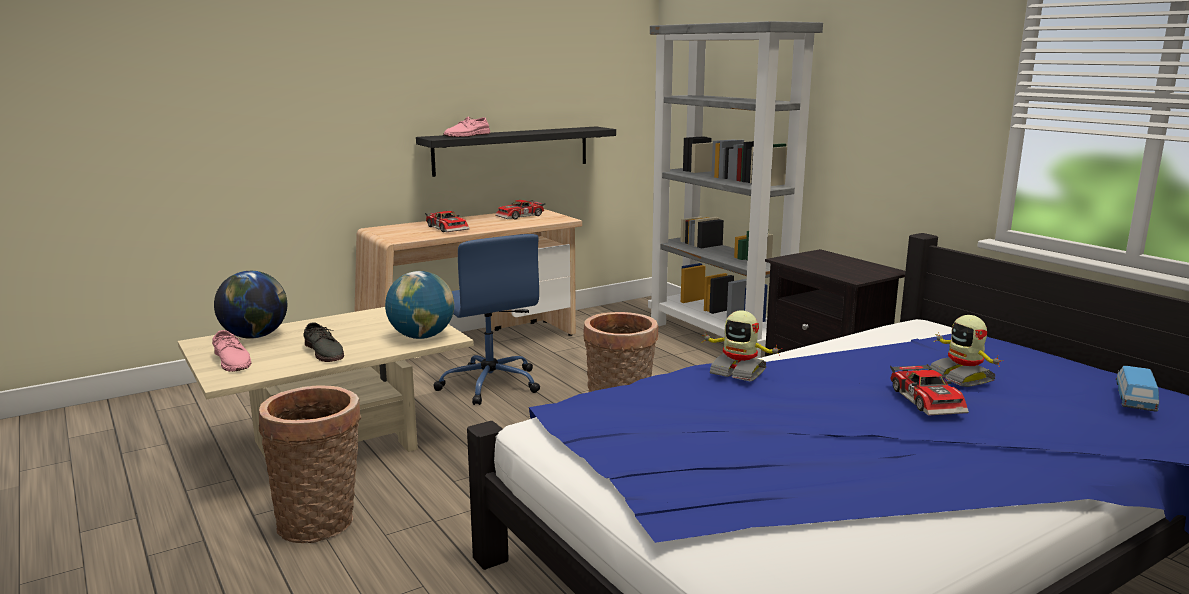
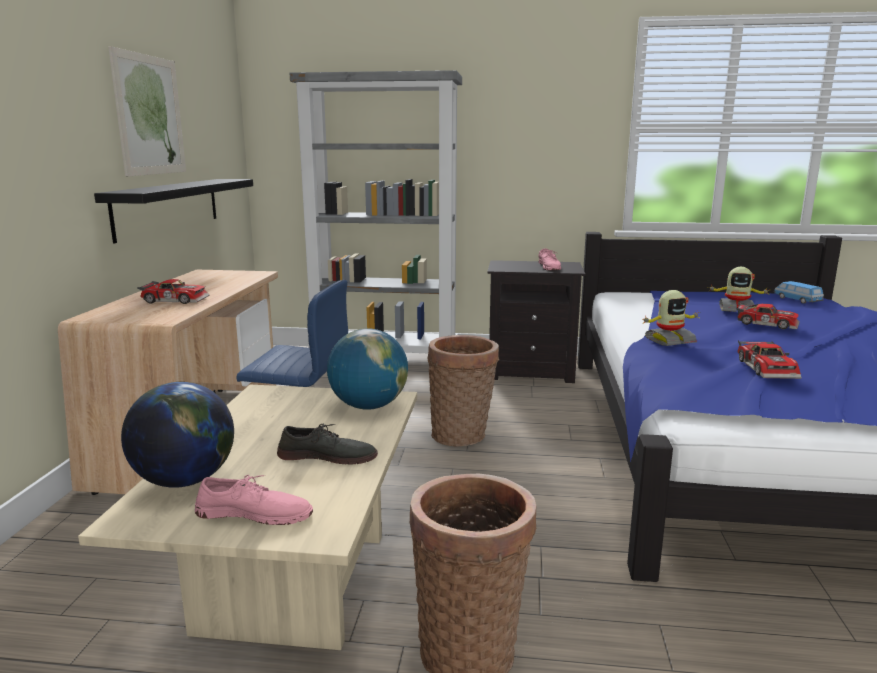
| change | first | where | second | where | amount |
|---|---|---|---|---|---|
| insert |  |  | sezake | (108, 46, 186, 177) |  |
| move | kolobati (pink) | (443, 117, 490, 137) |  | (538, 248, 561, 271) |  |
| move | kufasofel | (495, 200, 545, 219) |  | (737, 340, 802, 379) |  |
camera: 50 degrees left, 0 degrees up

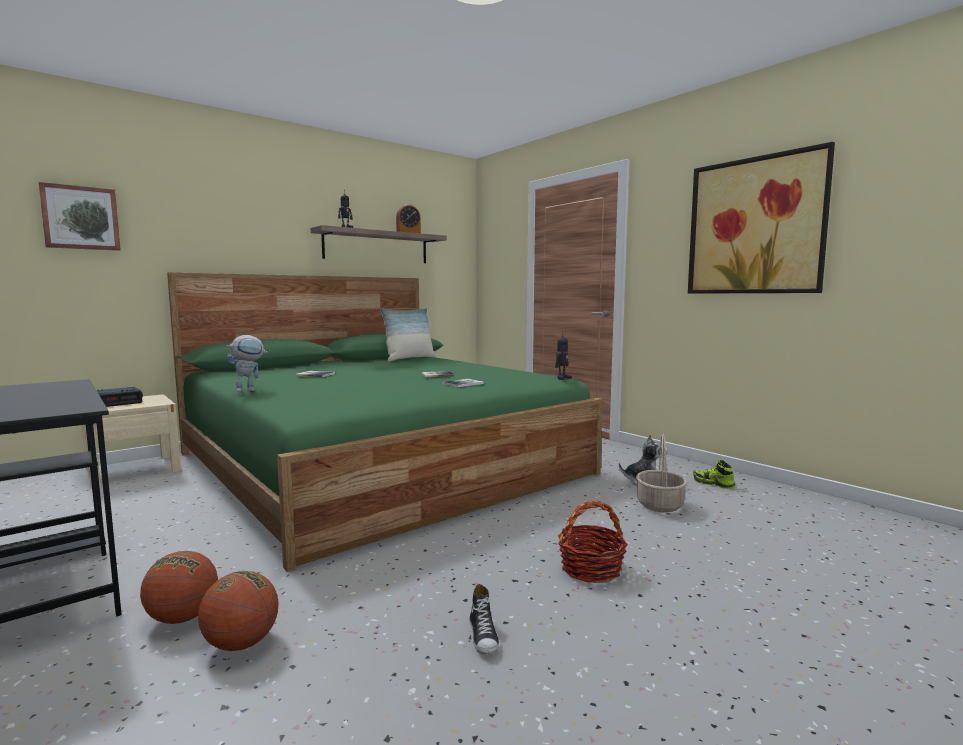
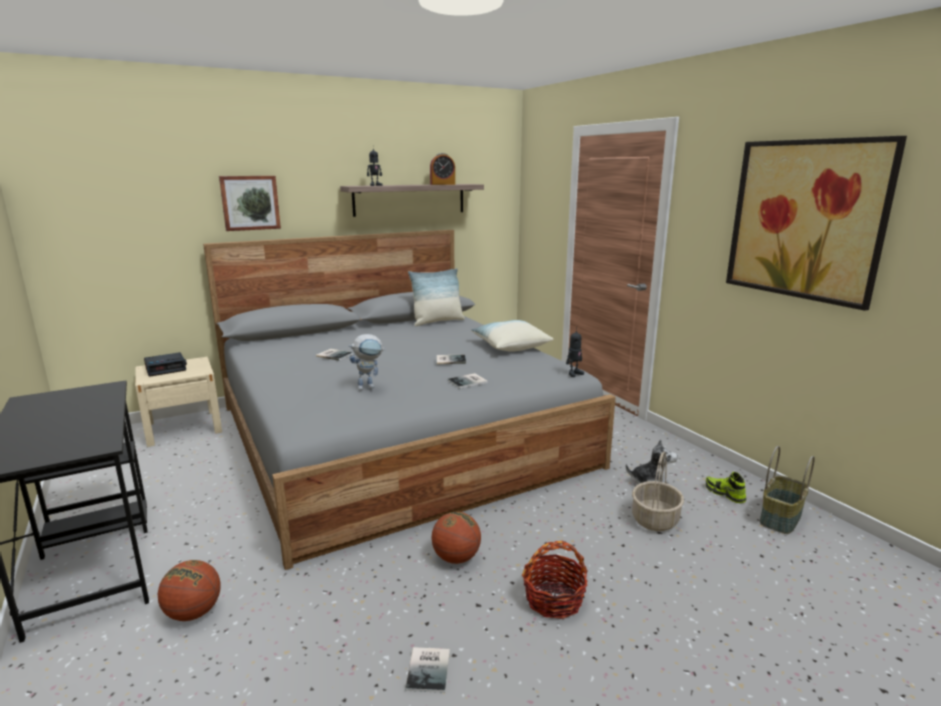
| change | first | where | second | where | amount |
|---|---|---|---|---|---|
| insert |  |  | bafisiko | (470, 320, 553, 352) |  |
| insert |  |  | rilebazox | (760, 446, 815, 534) |  |
| move | sezake | (39, 182, 121, 251) |  | (219, 176, 281, 231) |  |
| move | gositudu | (198, 571, 279, 651) |  | (432, 512, 481, 564) |  |
| move | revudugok | (226, 335, 268, 392) |  | (349, 334, 386, 390) |  |
| replace | kolobati | (469, 584, 499, 655) | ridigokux | (405, 647, 450, 693) |  |
| recolor | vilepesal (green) | (167, 272, 603, 572) | vilepesal (grey) | (203, 230, 616, 570) |  |
camera: 10 degrees right, 10 degrees up

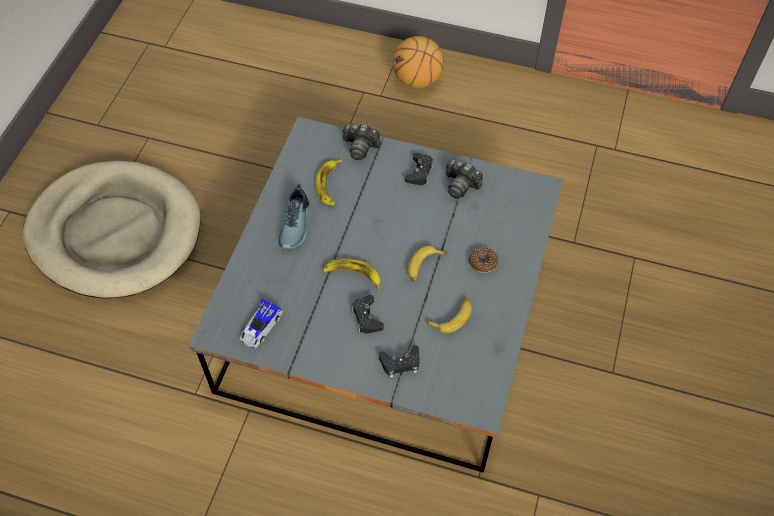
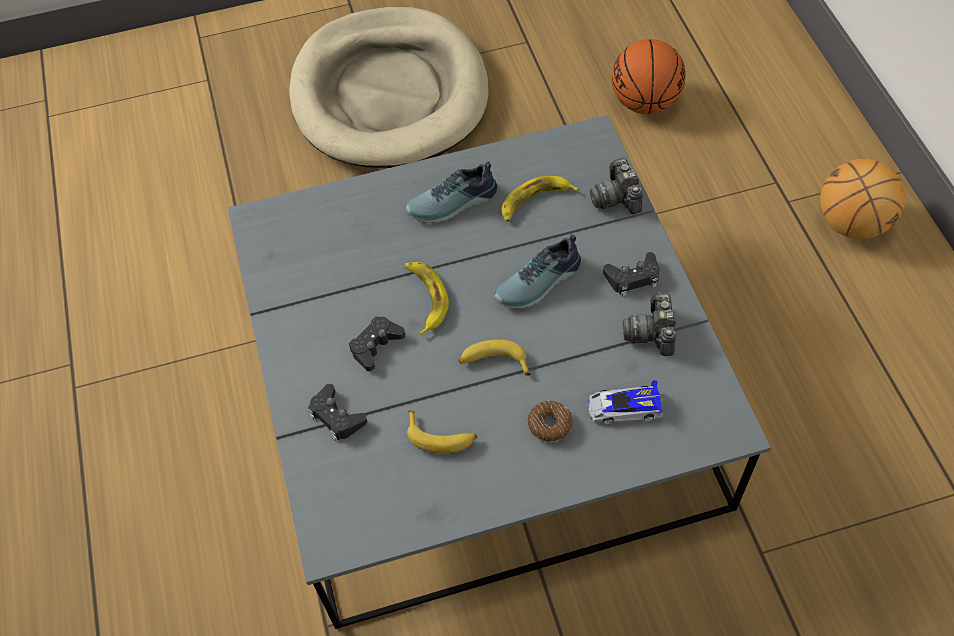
| change | first | where | second | where | amount |
|---|---|---|---|---|---|
| insert |  |  | kolobati | (494, 234, 581, 309) |  |
| insert |  |  | gositudu | (612, 39, 686, 114) |  |
| move | kufasofel | (240, 299, 283, 348) |  | (588, 380, 663, 425) |  |
camera: 60 degrees right, 0 degrees up

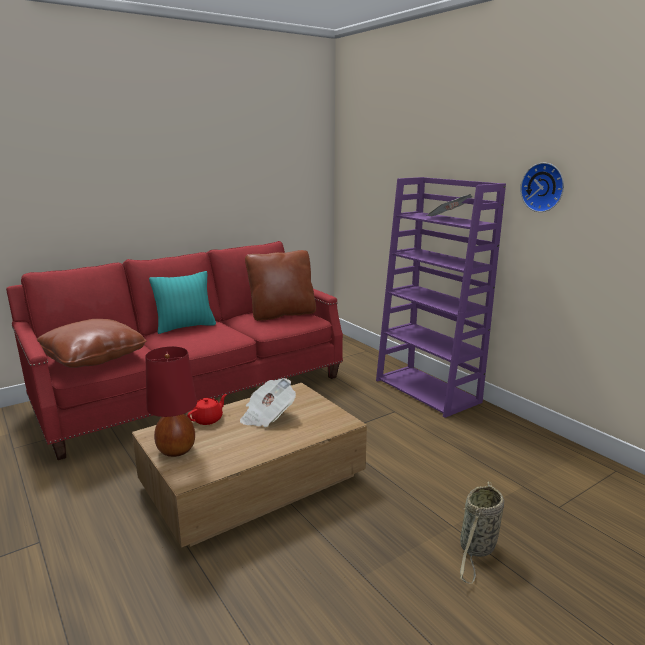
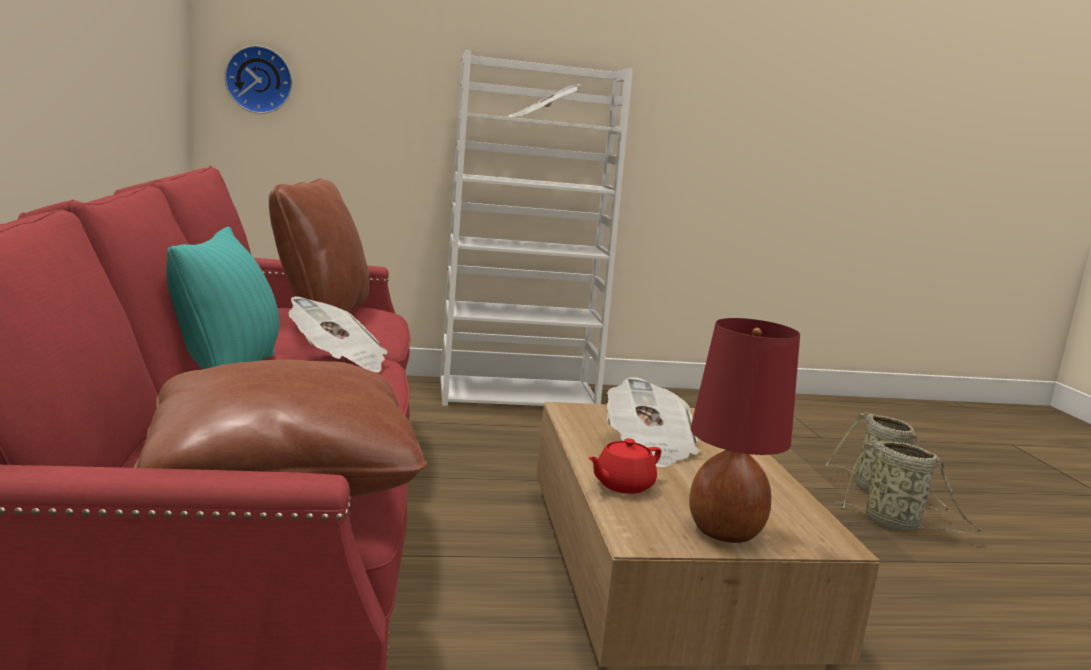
| change | first | where | second | where | amount |
|---|---|---|---|---|---|
| insert |  |  | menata | (288, 297, 388, 373) |  |
| insert |  |  | rilebazox | (835, 441, 983, 533) |  |
| move | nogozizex | (520, 163, 564, 212) |  | (224, 46, 292, 114) |  |
| recolor | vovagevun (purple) | (376, 177, 506, 418) | vovagevun (white) | (440, 50, 633, 406) |  |
| rotate | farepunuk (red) | (187, 394, 227, 425) |  | (588, 438, 661, 494) | 105 degrees counterclockwise |
camera: 65 degrees left, 5 degrees down

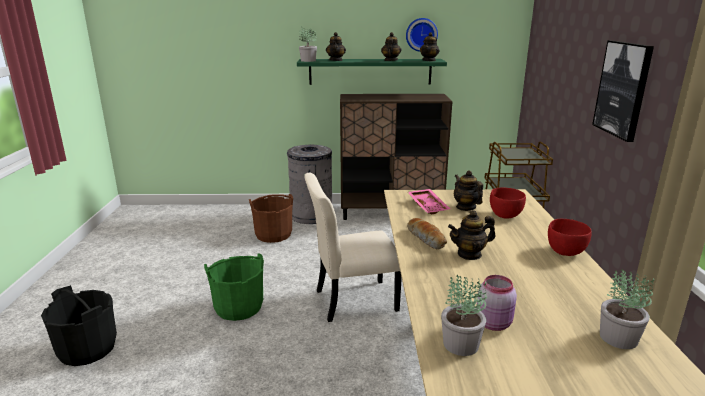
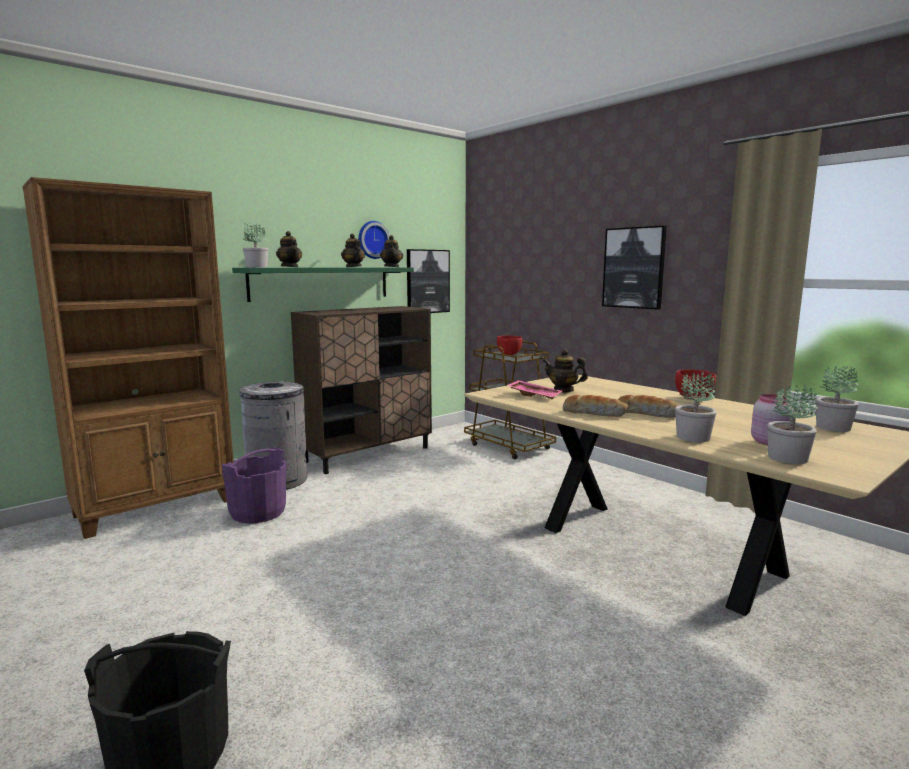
| change | first | where | second | where | amount |
|---|---|---|---|---|---|
| delete | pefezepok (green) | (204, 253, 264, 321) |  |  |  |
| delete | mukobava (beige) | (304, 173, 402, 322) |  |  |  |
| insert |  |  | vovagevun (brown) | (22, 177, 234, 539) |  |
| insert |  |  | sezake | (407, 249, 450, 313) |  |
| insert |  |  | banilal | (675, 372, 717, 442) |  |
| move | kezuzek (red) | (490, 188, 526, 219) |  | (497, 335, 522, 355) |  |
| replace | farepunuk | (448, 210, 495, 260) | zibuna | (618, 395, 679, 418) |  |
| recolor | pefezepok (brown) | (249, 194, 293, 243) | pefezepok (purple) | (221, 447, 286, 523) |  |
camera: 40 degrees left, 10 degrees down

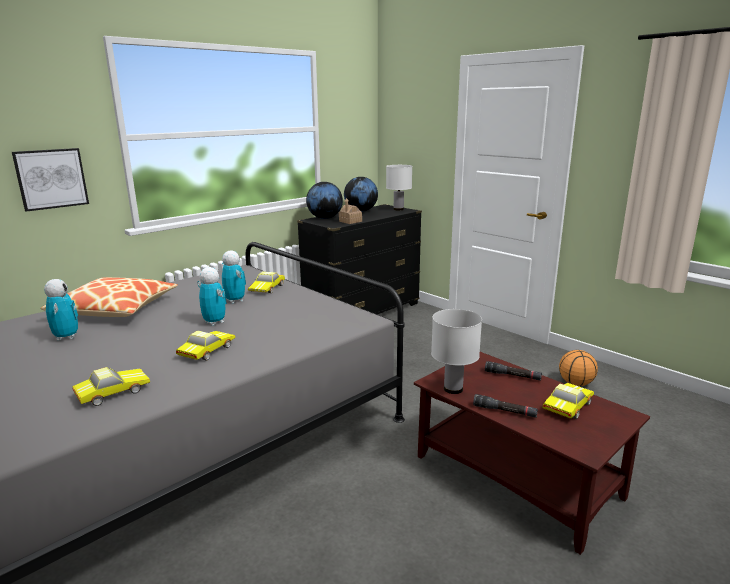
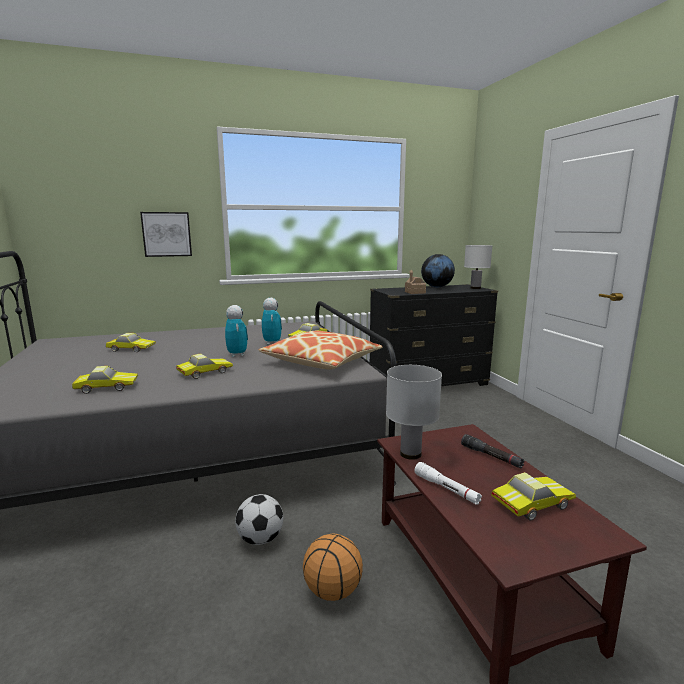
| change | first | where | second | where | amount |
|---|---|---|---|---|---|
| delete | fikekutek | (306, 182, 343, 219) |  |  |  |
| insert |  |  | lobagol | (235, 494, 283, 545) |  |
| move | bafisiko | (41, 277, 178, 317) |  | (258, 331, 383, 370) |  |
| move | gositudu | (559, 350, 598, 386) |  | (303, 534, 363, 601) |  |
| replace | revudugok | (44, 279, 78, 341) | kufasofel | (106, 333, 156, 352) |  |
| recolor | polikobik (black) | (473, 394, 538, 418) | polikobik (white) | (414, 462, 482, 505) |  |
camera: 25 degrees right, 5 degrees down

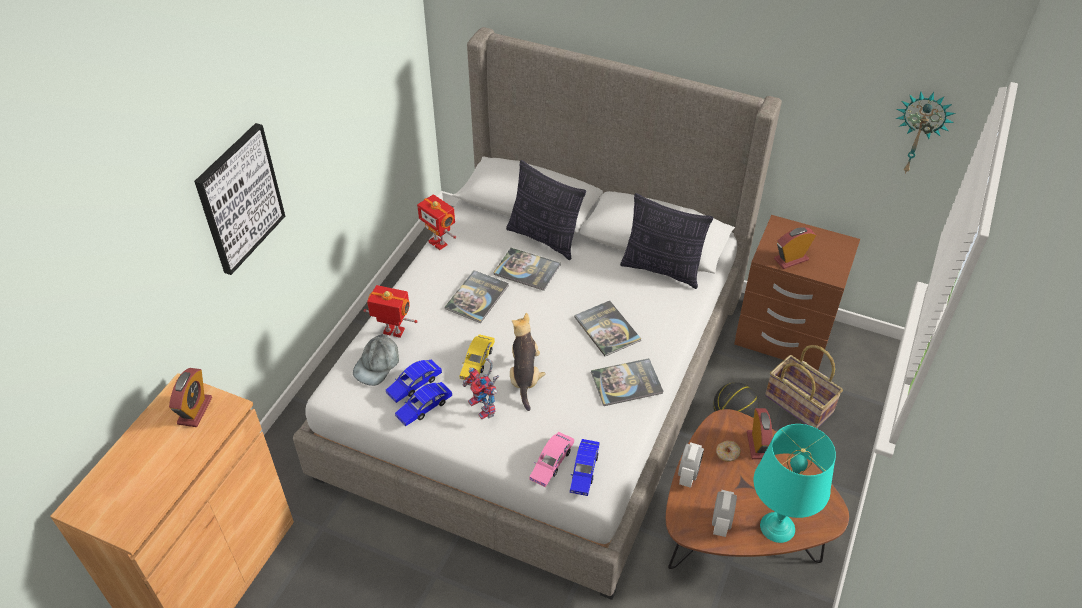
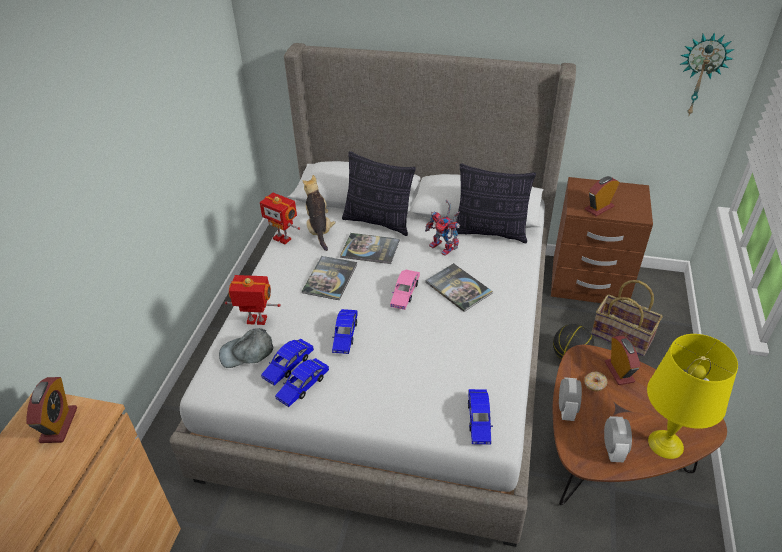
| change | first | where | second | where | amount |
|---|---|---|---|---|---|
| delete | sezake | (194, 123, 285, 275) |  |  |  |
| delete | ridigokux | (591, 358, 664, 406) |  |  |  |
| move | revudugok | (463, 358, 499, 419) |  | (425, 200, 460, 256) |  |
| move | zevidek | (510, 313, 546, 411) |  | (302, 175, 336, 251) |  |
| move | kufasofel (pink) | (529, 432, 574, 487) |  | (390, 269, 420, 310) |  |
| recolor | kufasofel (yellow) | (459, 334, 495, 380) | kufasofel (blue) | (332, 309, 358, 354) |  |
| recolor | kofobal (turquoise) | (754, 424, 836, 543) | kofobal (yellow) | (647, 334, 738, 459) |  |
| rotate | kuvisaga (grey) | (353, 334, 399, 386) |  | (219, 328, 273, 368) | 60 degrees clockwise |
camera: 10 degrees left, 5 degrees down

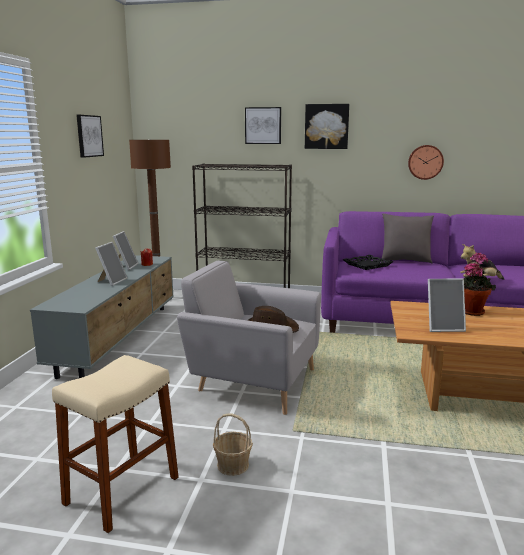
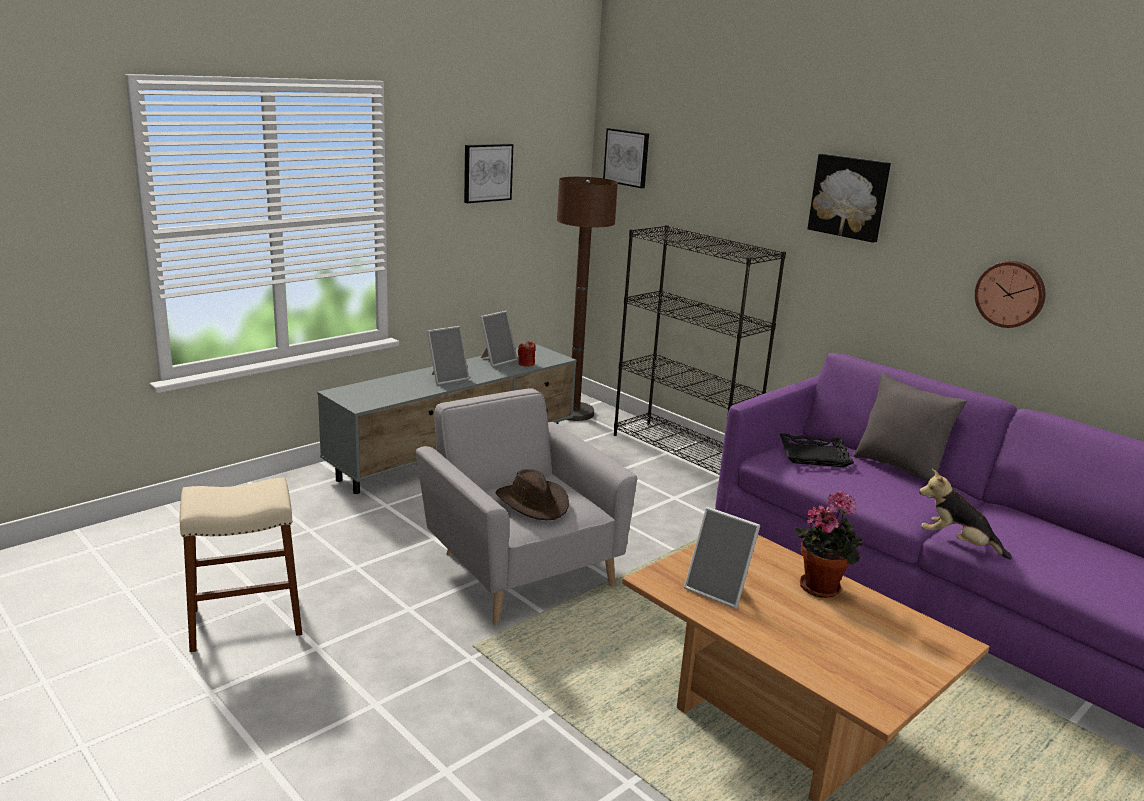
| change | first | where | second | where | amount |
|---|---|---|---|---|---|
| delete | rilebazox | (213, 413, 253, 476) |  |  |  |
| move | sezake | (245, 107, 281, 144) |  | (603, 128, 649, 188) |  |
camera: 35 degrees right, 5 degrees up

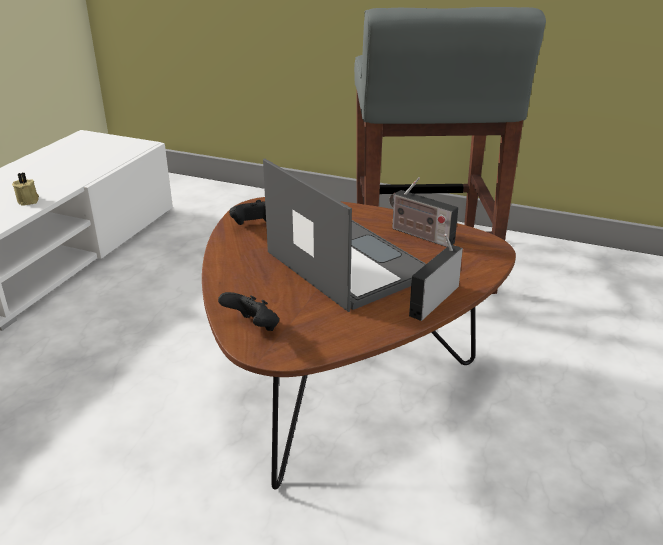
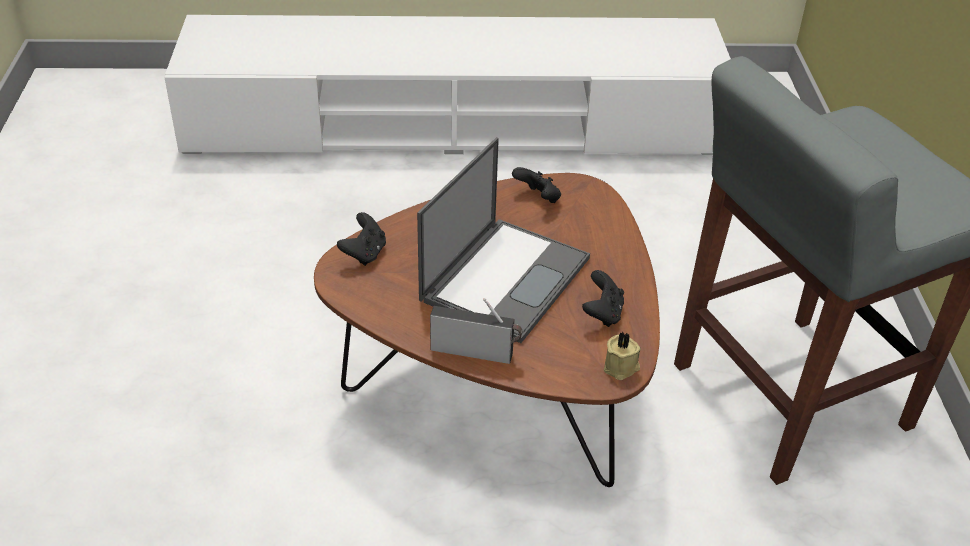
| change | first | where | second | where | amount |
|---|---|---|---|---|---|
| move | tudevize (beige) | (12, 172, 39, 206) |  | (604, 331, 641, 380) |  |
| replace | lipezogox | (389, 177, 458, 247) | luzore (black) | (582, 270, 624, 327) |  |
camera: 65 degrees right, 10 degrees up

